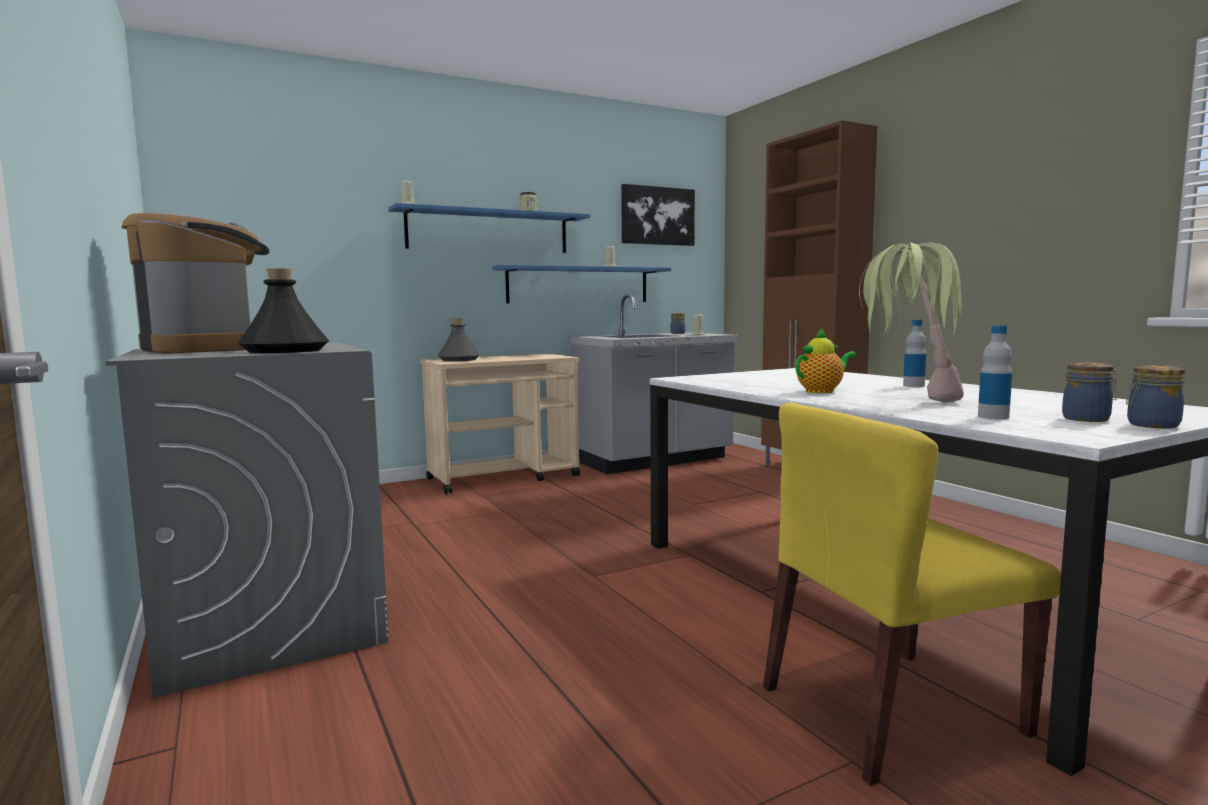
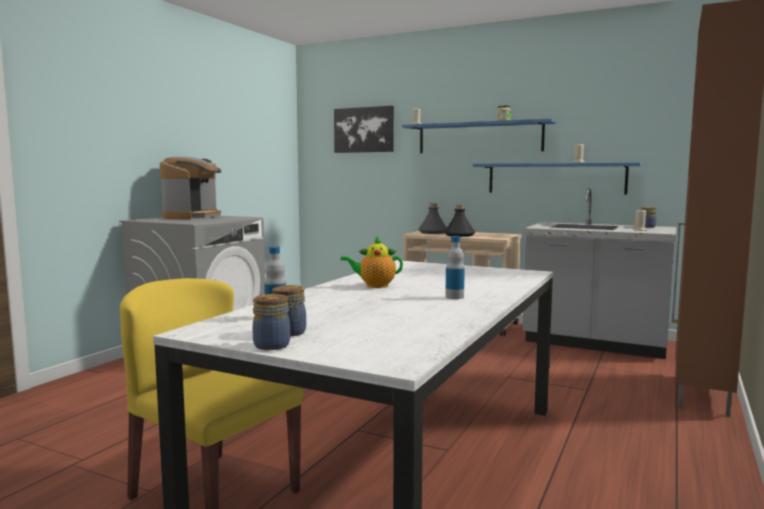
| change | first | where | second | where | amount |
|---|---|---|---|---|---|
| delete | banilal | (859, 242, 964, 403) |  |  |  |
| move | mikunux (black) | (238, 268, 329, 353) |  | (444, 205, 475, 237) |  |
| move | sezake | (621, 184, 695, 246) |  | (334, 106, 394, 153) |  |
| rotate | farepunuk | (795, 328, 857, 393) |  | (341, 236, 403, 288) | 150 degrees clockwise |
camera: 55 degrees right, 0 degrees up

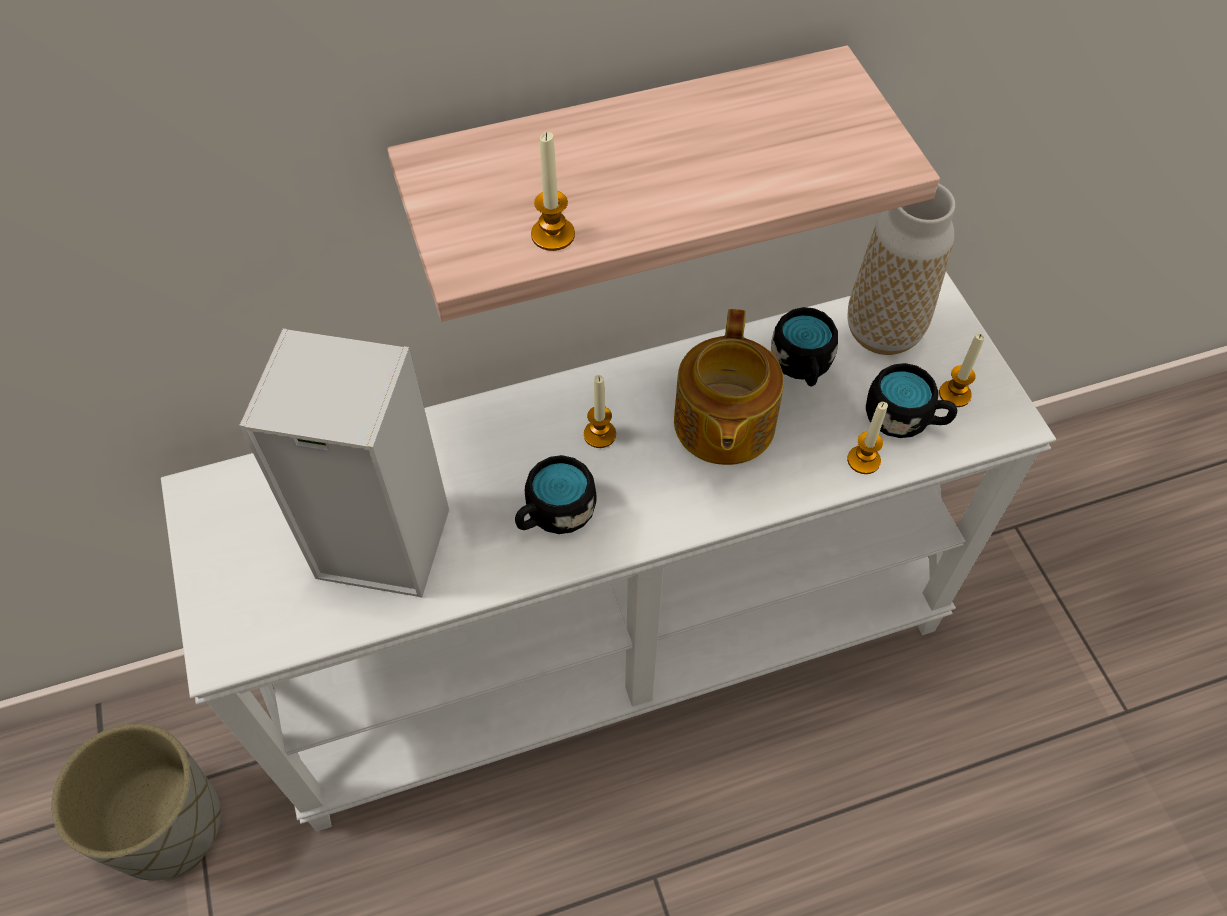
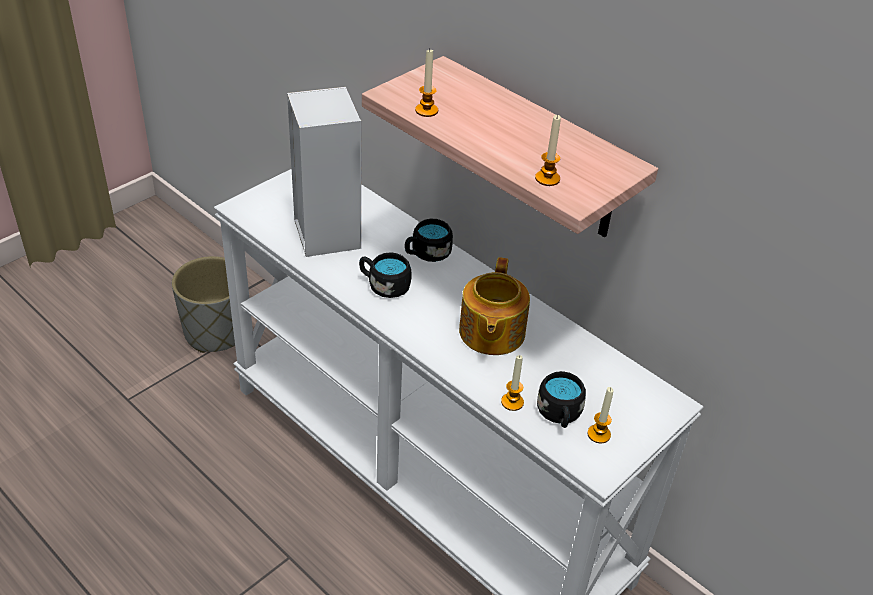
| change | first | where | second | where | amount |
|---|---|---|---|---|---|
| delete | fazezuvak | (847, 184, 955, 355) |  |  |  |
| move | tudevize | (584, 375, 616, 448) |  | (535, 114, 561, 186) |  |
| move | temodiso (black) | (771, 307, 838, 387) |  | (405, 219, 453, 262) |  |
| rotate | farepunuk | (674, 309, 784, 465) |  | (459, 257, 530, 355) | 60 degrees counterclockwise |
camera: 60 degrees right, 15 degrees down

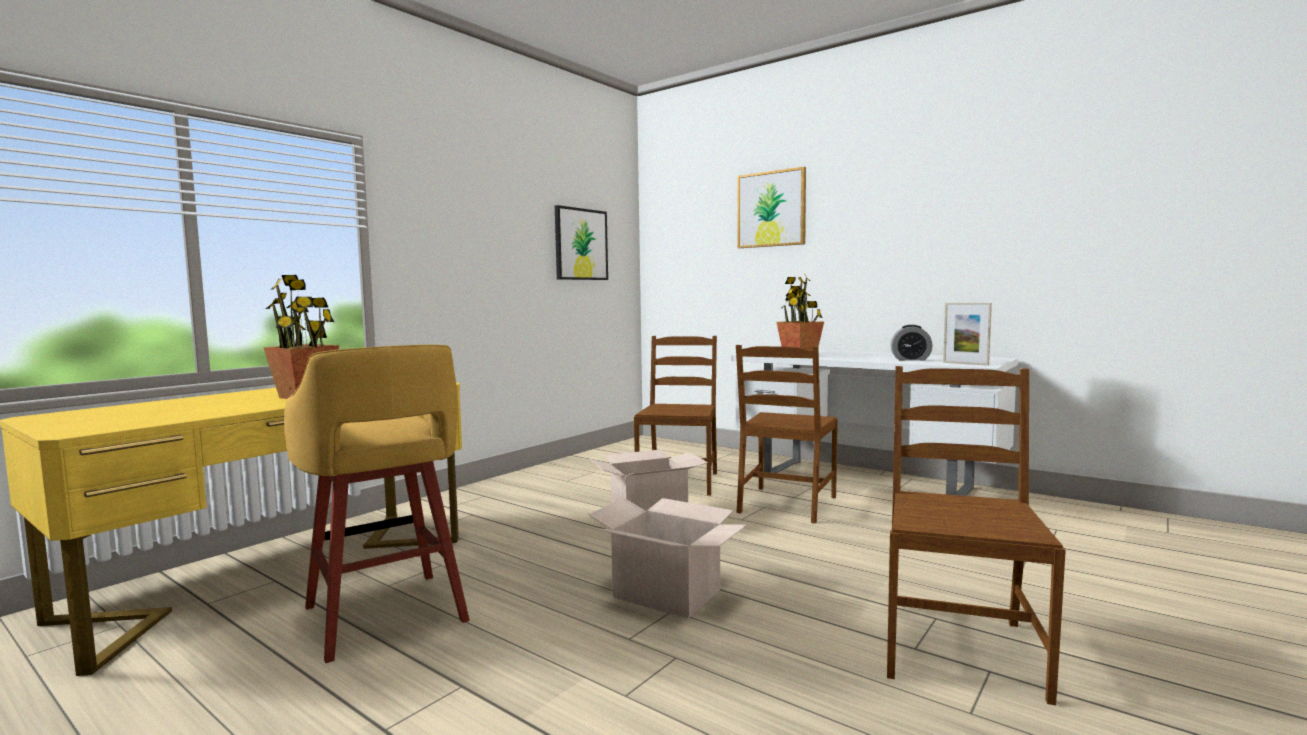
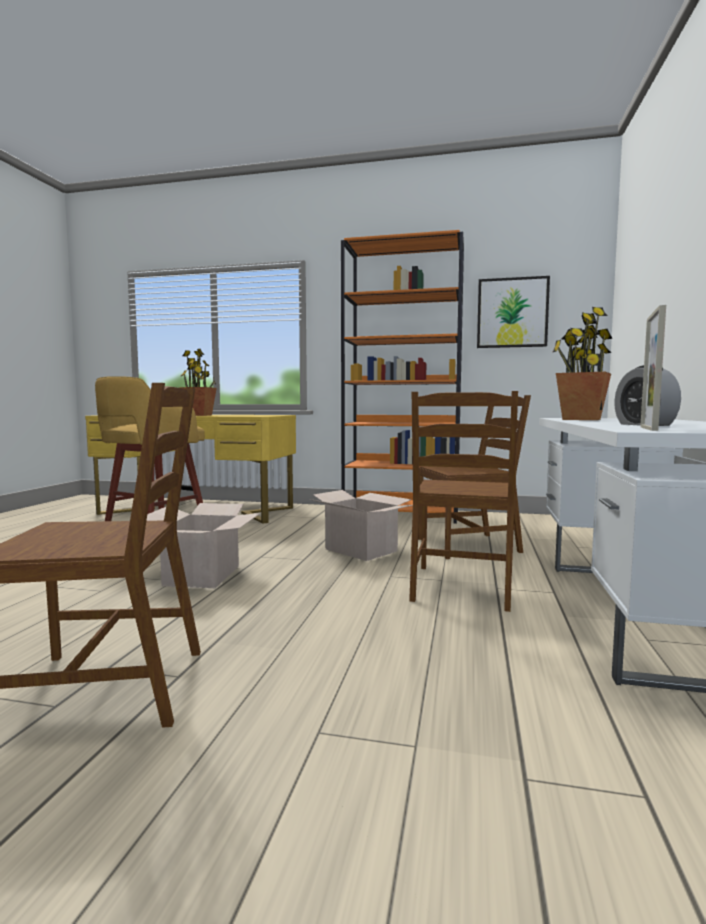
| change | first | where | second | where | amount |
|---|---|---|---|---|---|
| delete | sezake | (737, 167, 806, 248) |  |  |  |
| insert |  |  | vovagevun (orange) | (341, 230, 464, 524) |  |
| rotate | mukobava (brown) | (736, 345, 838, 524) |  | (409, 391, 518, 612) | 75 degrees counterclockwise |
camera: 65 degrees right, 0 degrees up

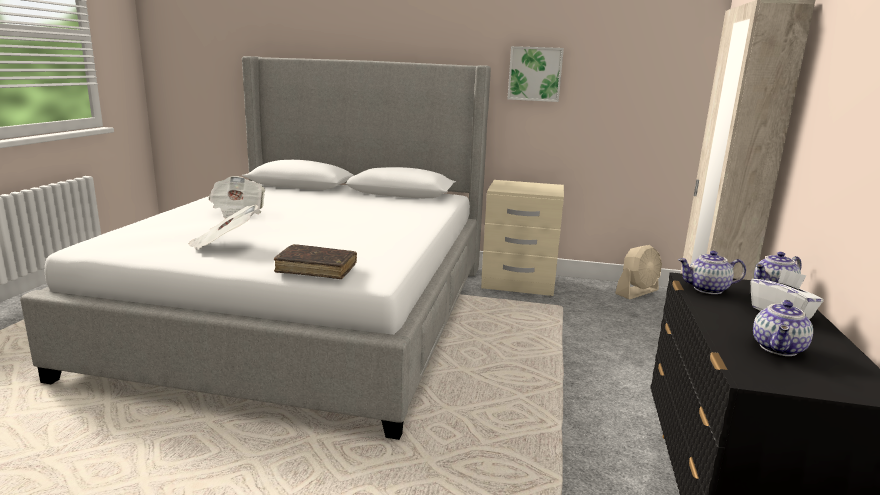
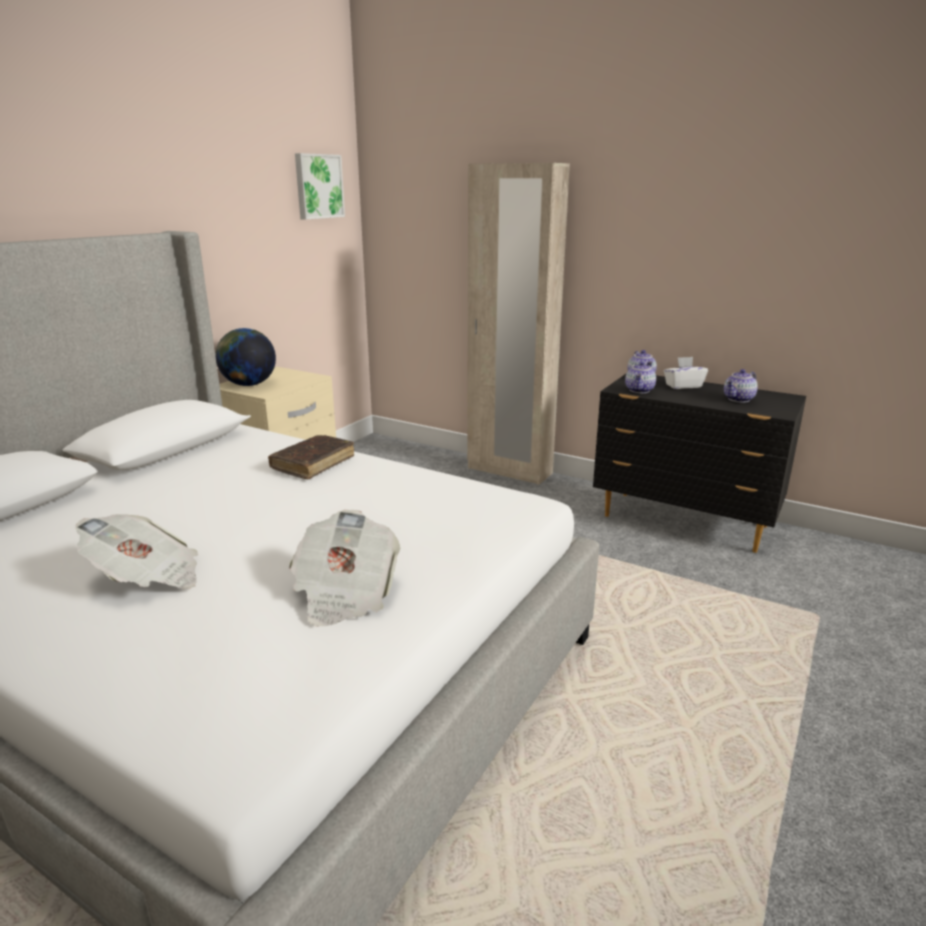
| change | first | where | second | where | amount |
|---|---|---|---|---|---|
| delete | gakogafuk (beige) | (615, 245, 662, 299) |  |  |  |
| insert |  |  | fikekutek | (215, 328, 276, 386) |  |
| move | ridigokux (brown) | (274, 244, 357, 279) |  | (268, 435, 354, 479) |  |
| move | sezake | (507, 46, 564, 102) |  | (295, 153, 345, 220) |  |
| rotate | farepunuk | (753, 300, 813, 356) |  | (724, 369, 758, 402) | 90 degrees clockwise |
camera: 70 degrees left, 5 degrees up

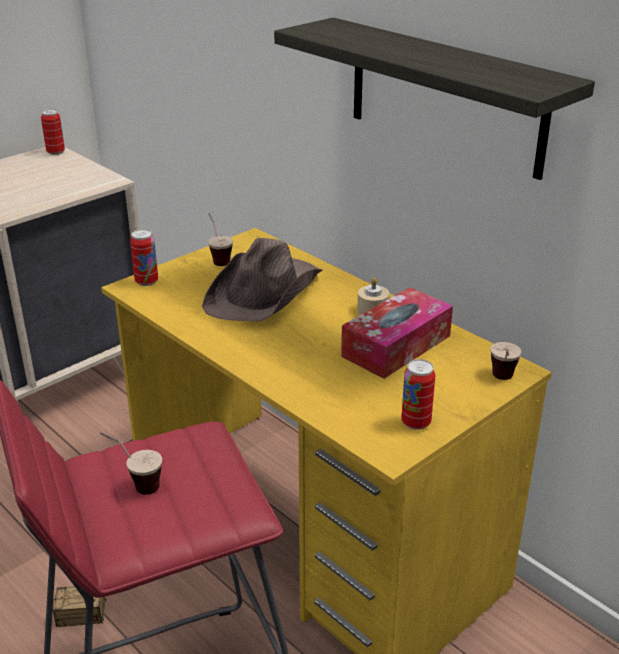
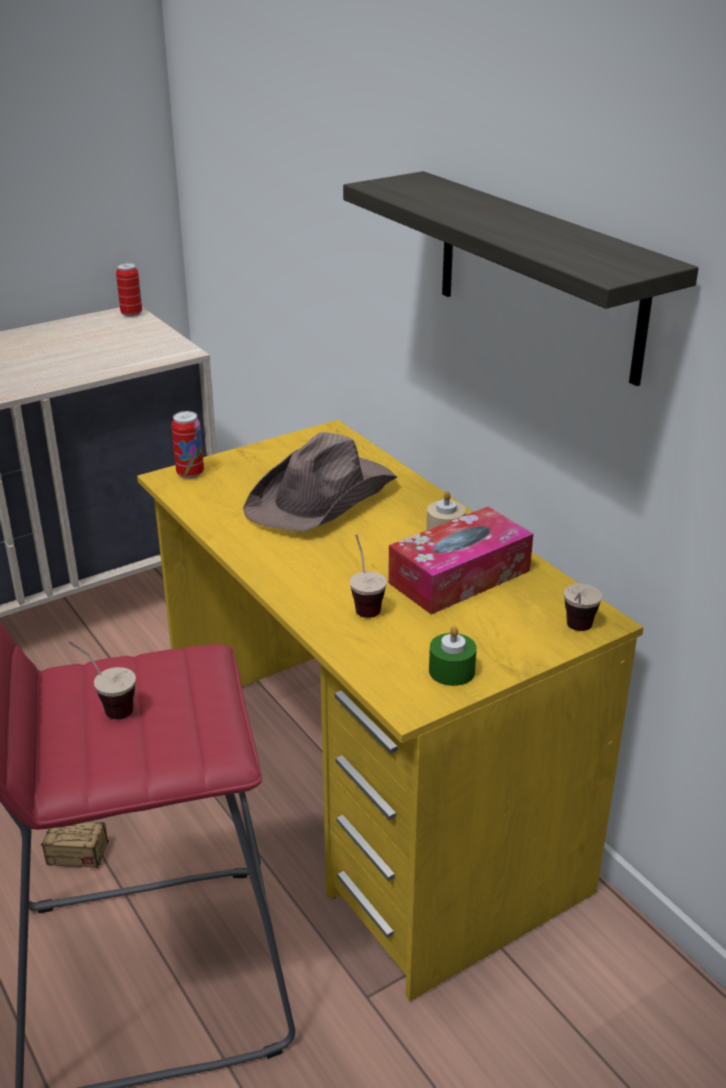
| change | first | where | second | where | amount |
|---|---|---|---|---|---|
| move | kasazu | (208, 213, 233, 266) |  | (350, 534, 387, 618) |  |
| replace | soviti | (401, 359, 435, 430) | tudevize (green) | (429, 626, 477, 686) |  |
camera: 10 degrees right, 0 degrees up

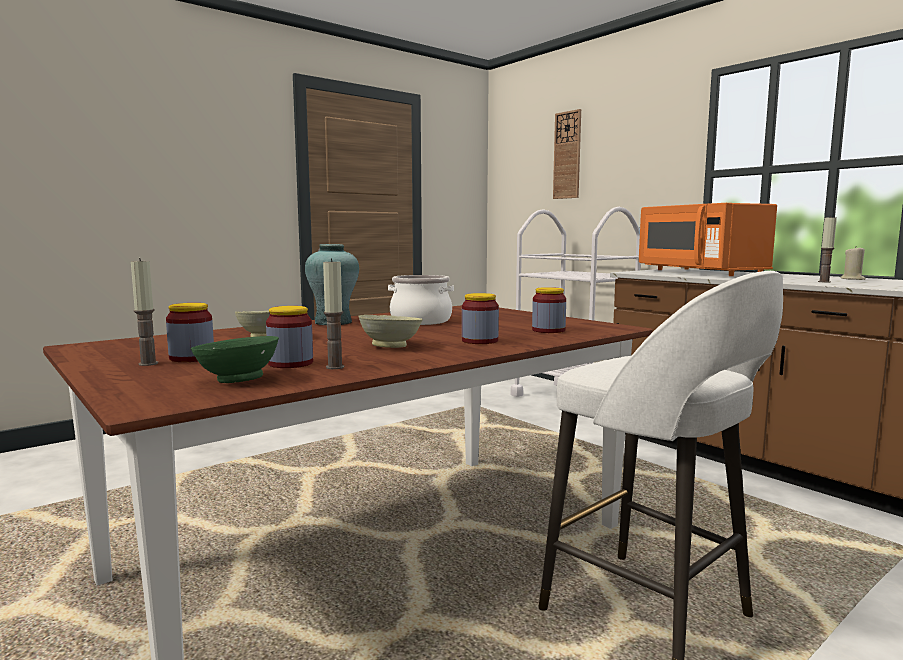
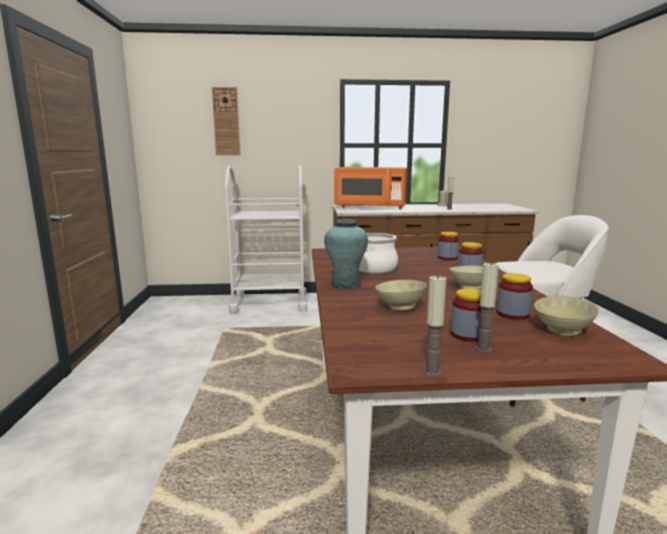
| change | first | where | second | where | amount |
|---|---|---|---|---|---|
| move | tudevize | (323, 259, 344, 369) |  | (424, 275, 446, 376) |  |
| recolor | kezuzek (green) | (191, 336, 279, 383) | kezuzek (beige) | (534, 296, 599, 336) |  |
camera: 55 degrees left, 5 degrees up

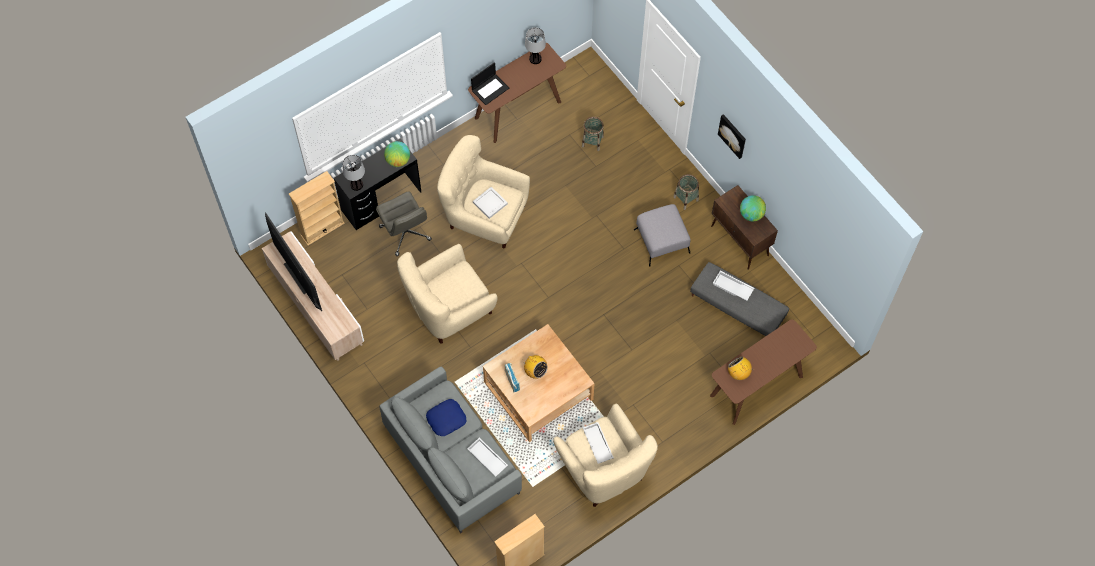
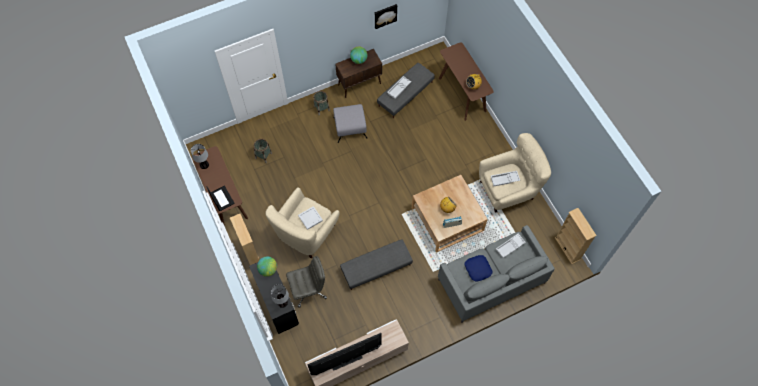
| change | first | where | second | where | amount |
|---|---|---|---|---|---|
| move | vovagevun (beige) | (289, 171, 345, 246) |  | (230, 214, 260, 265) |  |
| move | sezake | (718, 114, 746, 159) |  | (375, 4, 397, 29) |  |
| replace | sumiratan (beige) | (397, 244, 498, 344) | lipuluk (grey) | (340, 239, 413, 290) |  |
camera: 80 degrees left, 0 degrees up

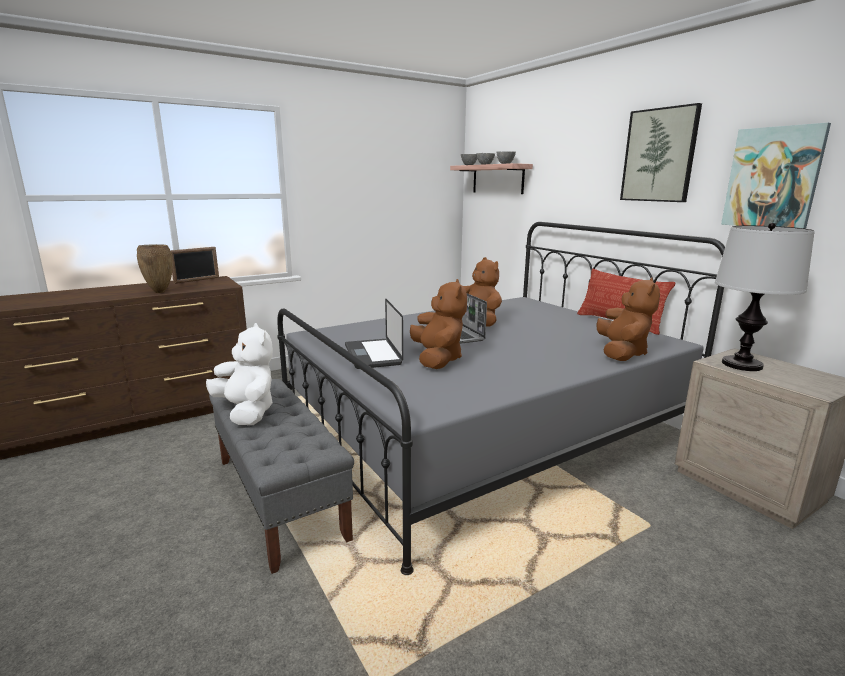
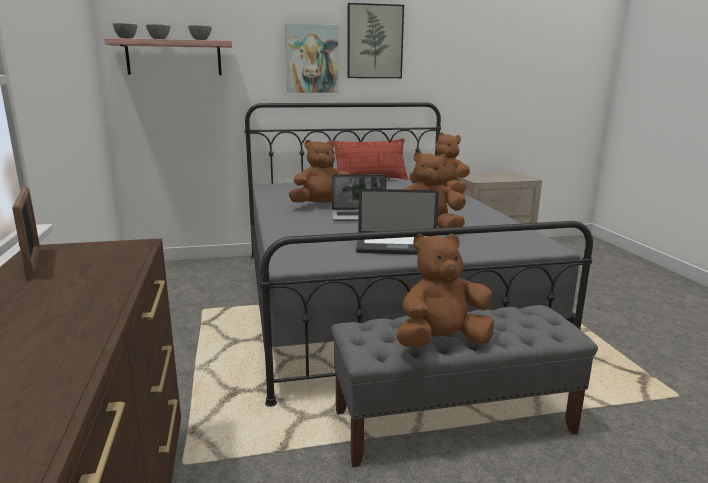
| change | first | where | second | where | amount |
|---|---|---|---|---|---|
| delete | fazezuvak (brown) | (137, 244, 173, 293) |  |  |  |
| delete | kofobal | (715, 223, 815, 371) |  |  |  |
| move | sezake | (721, 123, 831, 229) |  | (285, 24, 338, 93) |  |
| recolor | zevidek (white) | (206, 323, 273, 425) | zevidek (brown) | (397, 234, 494, 347) |  |
camera: 70 degrees left, 0 degrees up

